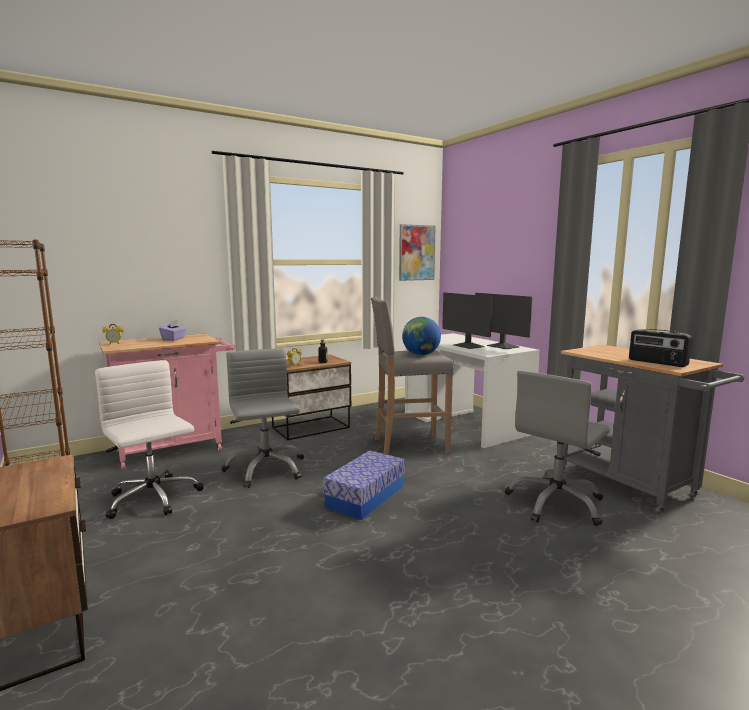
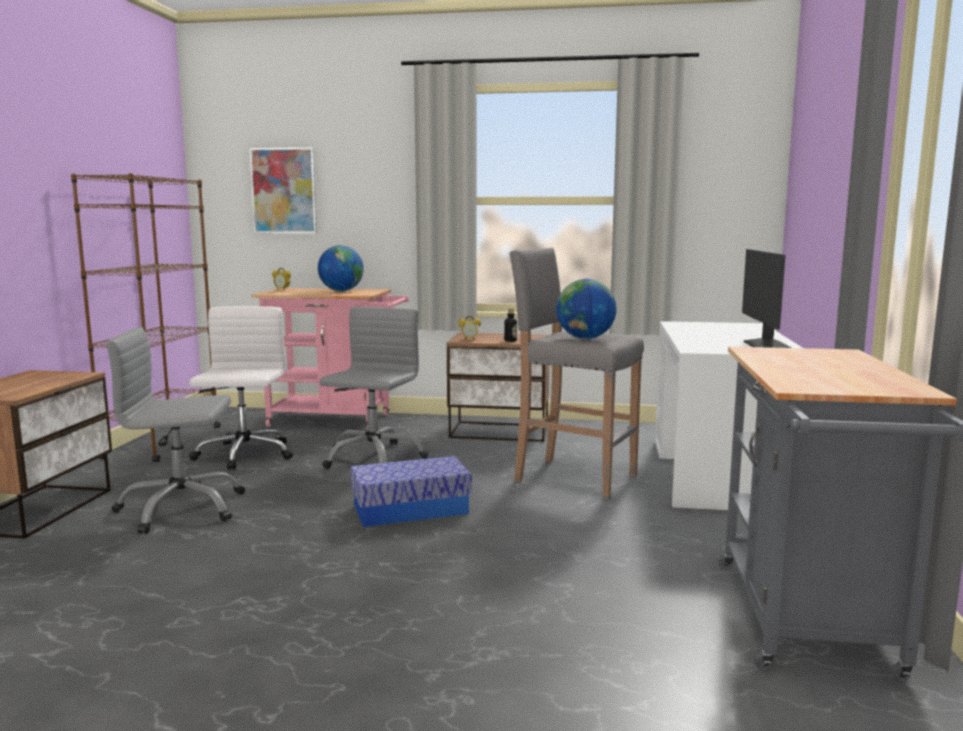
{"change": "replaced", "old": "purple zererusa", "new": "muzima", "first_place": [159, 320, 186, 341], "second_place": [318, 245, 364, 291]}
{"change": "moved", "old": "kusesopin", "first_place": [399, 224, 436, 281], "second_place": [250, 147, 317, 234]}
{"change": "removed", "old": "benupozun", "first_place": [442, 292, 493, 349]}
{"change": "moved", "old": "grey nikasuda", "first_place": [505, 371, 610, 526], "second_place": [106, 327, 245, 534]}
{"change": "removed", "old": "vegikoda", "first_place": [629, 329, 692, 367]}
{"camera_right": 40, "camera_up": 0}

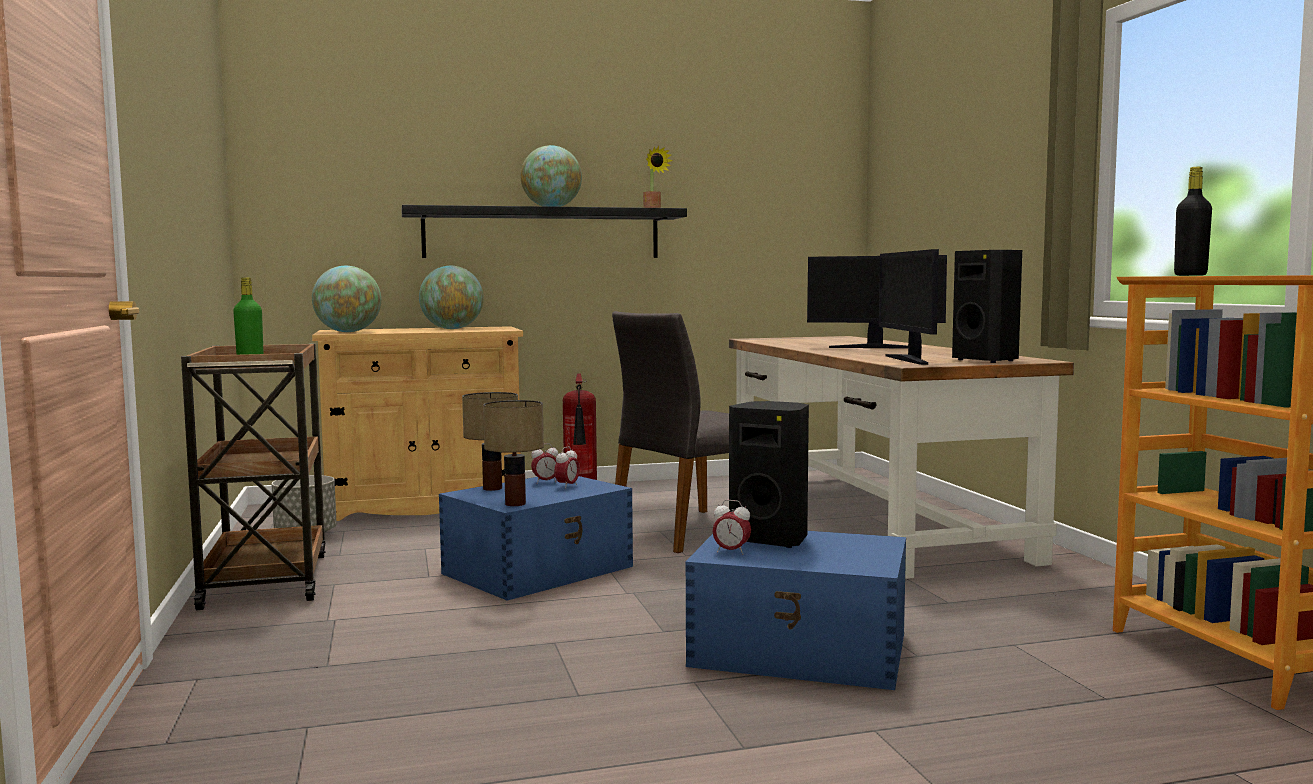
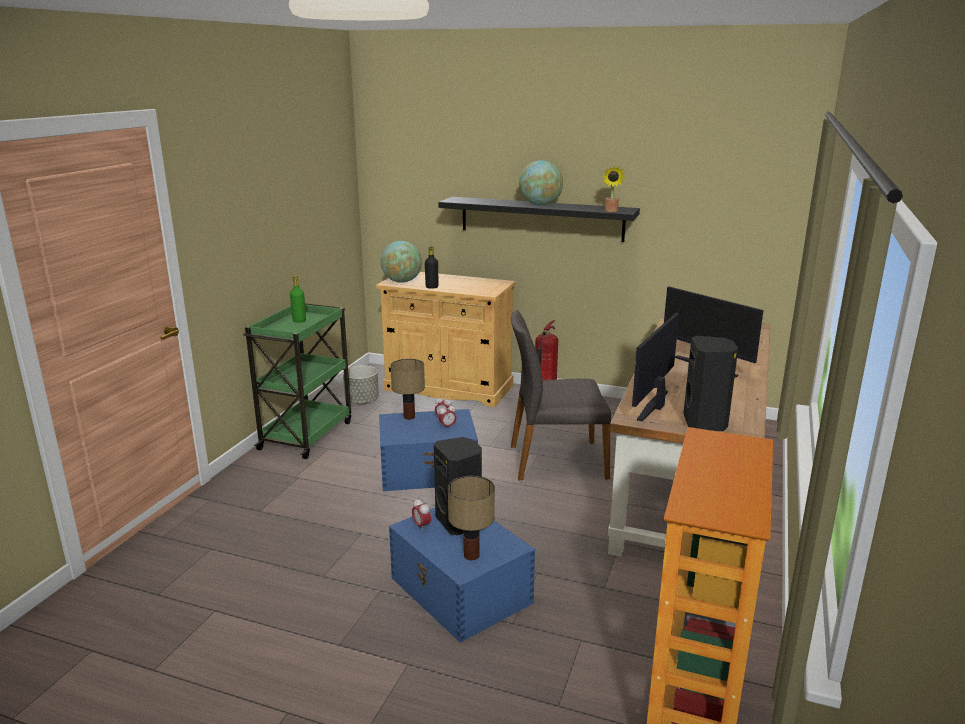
{"change": "recoloured", "old": "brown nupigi", "new": "green nupigi", "first_place": [181, 343, 326, 610], "second_place": [243, 303, 351, 459]}
{"change": "removed", "old": "muzima", "first_place": [419, 266, 483, 329]}
{"change": "moved", "old": "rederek", "first_place": [483, 400, 544, 506], "second_place": [448, 476, 495, 560]}
{"change": "moved", "old": "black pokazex", "first_place": [1174, 167, 1212, 276], "second_place": [425, 246, 438, 289]}
{"camera_right": 35, "camera_up": 15}

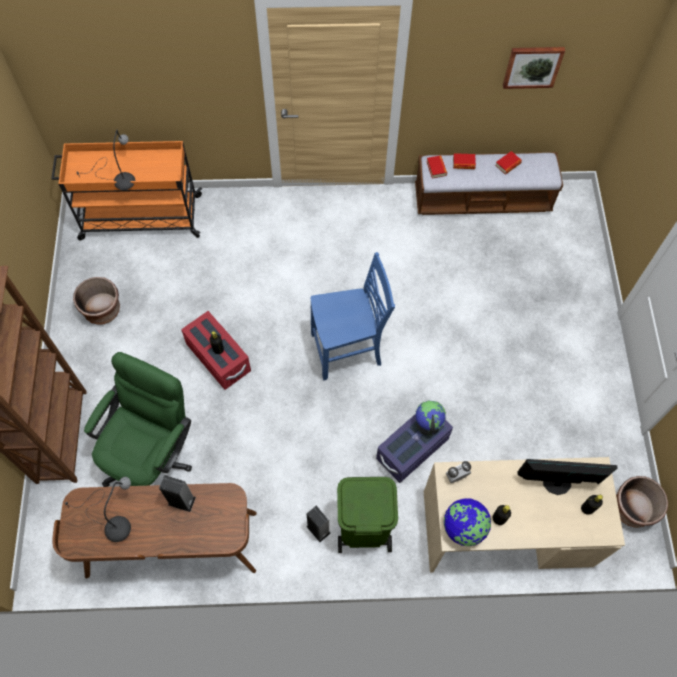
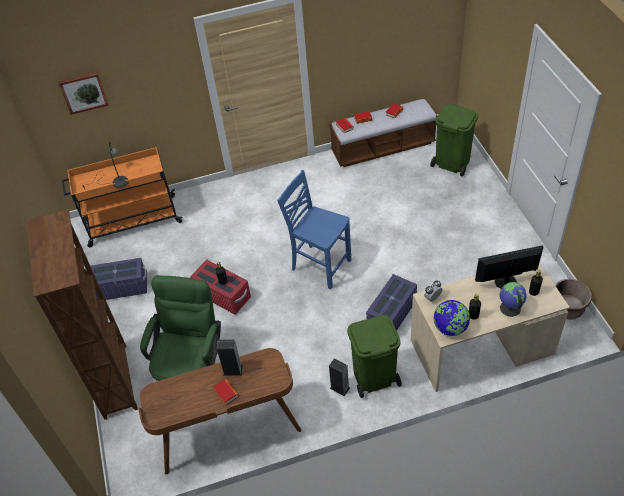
{"change": "removed", "old": "grey rederek", "first_place": [65, 477, 131, 542]}
{"change": "replaced", "old": "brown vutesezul", "new": "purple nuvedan", "first_place": [73, 277, 120, 324], "second_place": [91, 258, 147, 300]}
{"change": "turned", "old": "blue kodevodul", "first_place": [311, 252, 395, 380], "second_place": [277, 170, 351, 289], "degrees": -120}
{"change": "moved", "old": "muzima", "first_place": [415, 400, 446, 435], "second_place": [500, 282, 527, 317]}
{"change": "moved", "old": "kusesopin", "first_place": [503, 47, 565, 89], "second_place": [58, 72, 109, 115]}
{"change": "added", "new": "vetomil", "second_place": [213, 379, 238, 405]}
{"change": "added", "new": "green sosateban", "second_place": [430, 104, 478, 177]}
{"camera_right": -10, "camera_up": -15}

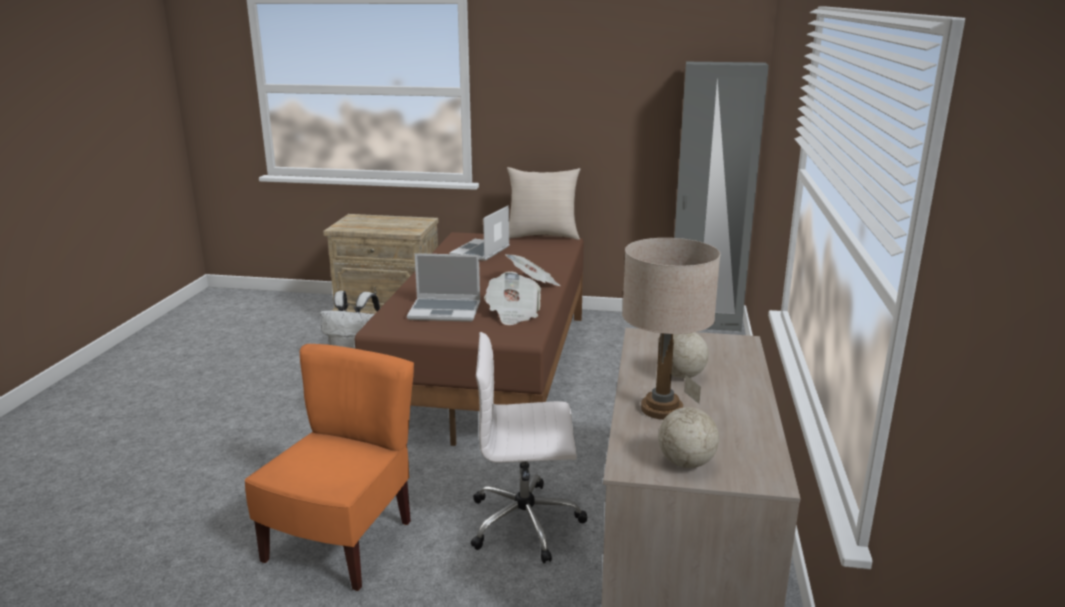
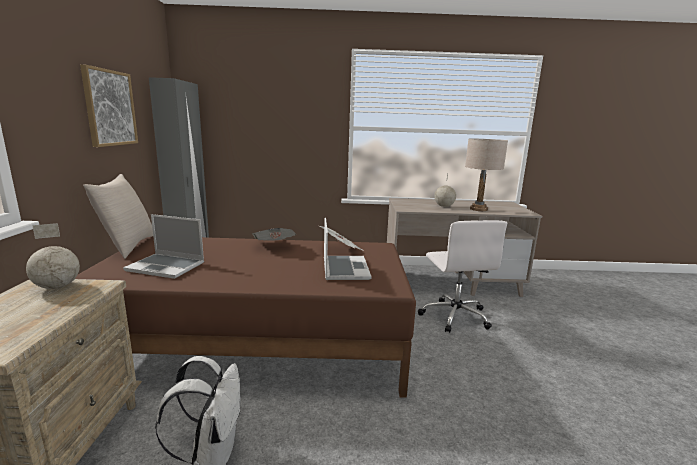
{"change": "removed", "old": "orange kodevodul", "first_place": [245, 344, 414, 591]}
{"change": "moved", "old": "muzima", "first_place": [658, 375, 719, 468], "second_place": [26, 223, 80, 289]}
{"change": "added", "new": "kusesopin", "second_place": [80, 64, 138, 147]}
{"camera_right": -100, "camera_up": -5}

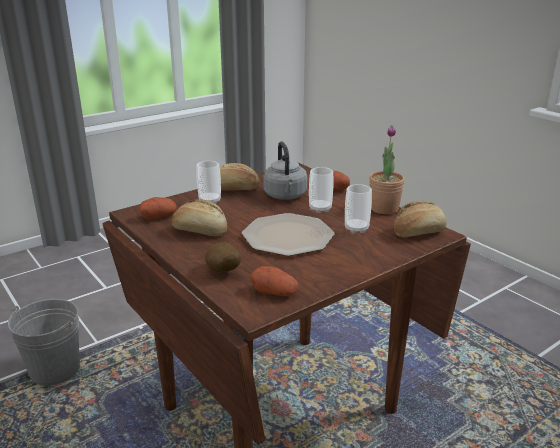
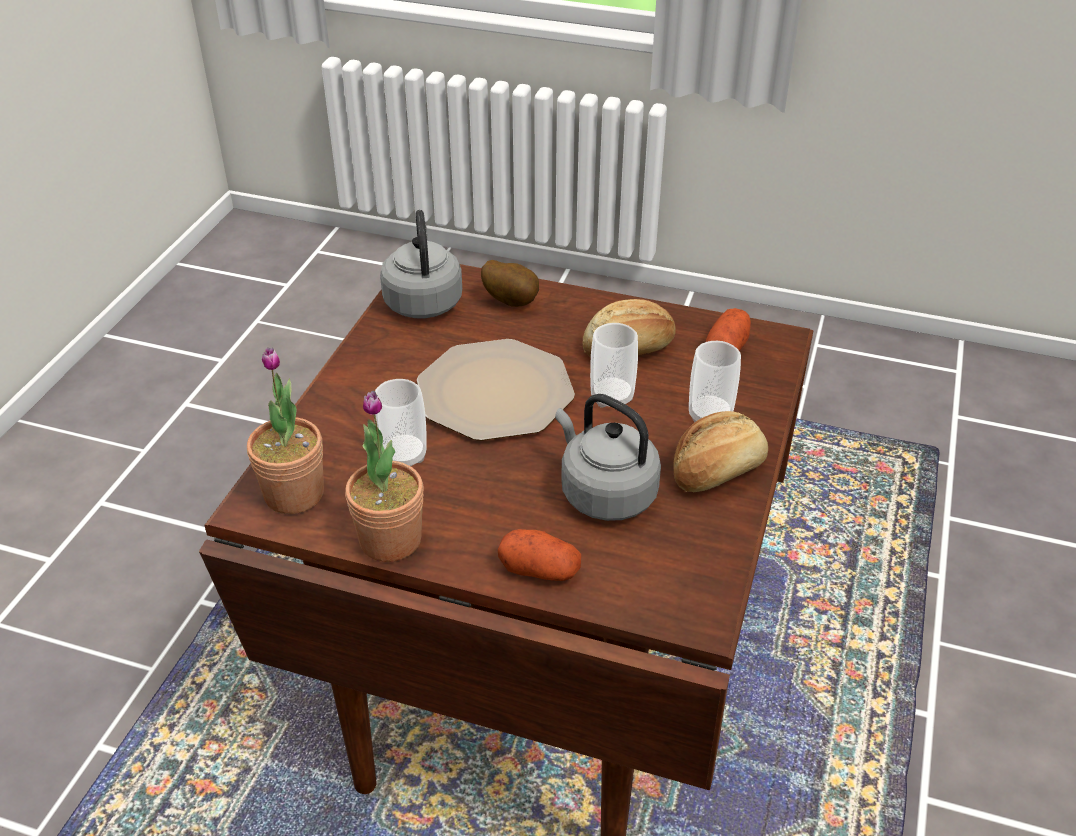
{"change": "removed", "old": "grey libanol", "first_place": [8, 299, 80, 386]}
{"change": "replaced", "old": "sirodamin", "new": "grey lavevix", "first_place": [251, 266, 298, 296], "second_place": [380, 210, 462, 318]}
{"change": "moved", "old": "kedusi", "first_place": [309, 167, 334, 213], "second_place": [590, 323, 638, 407]}
{"change": "replaced", "old": "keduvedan", "new": "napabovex", "first_place": [394, 201, 447, 237], "second_place": [247, 347, 324, 514]}
{"camera_right": 145, "camera_up": 15}

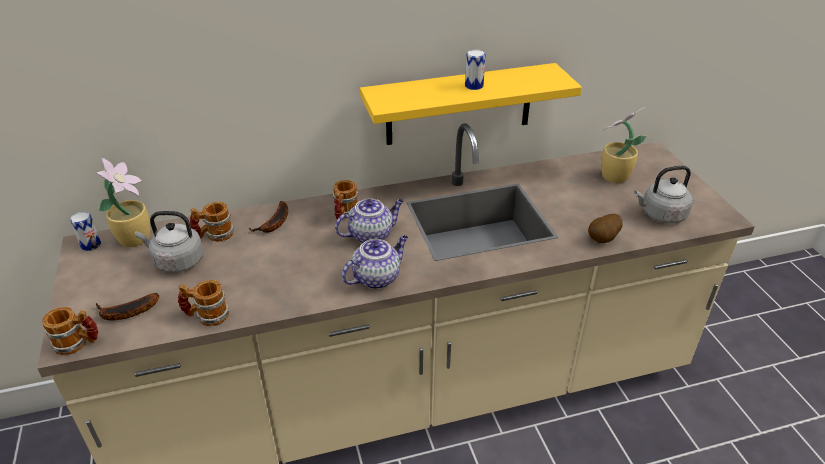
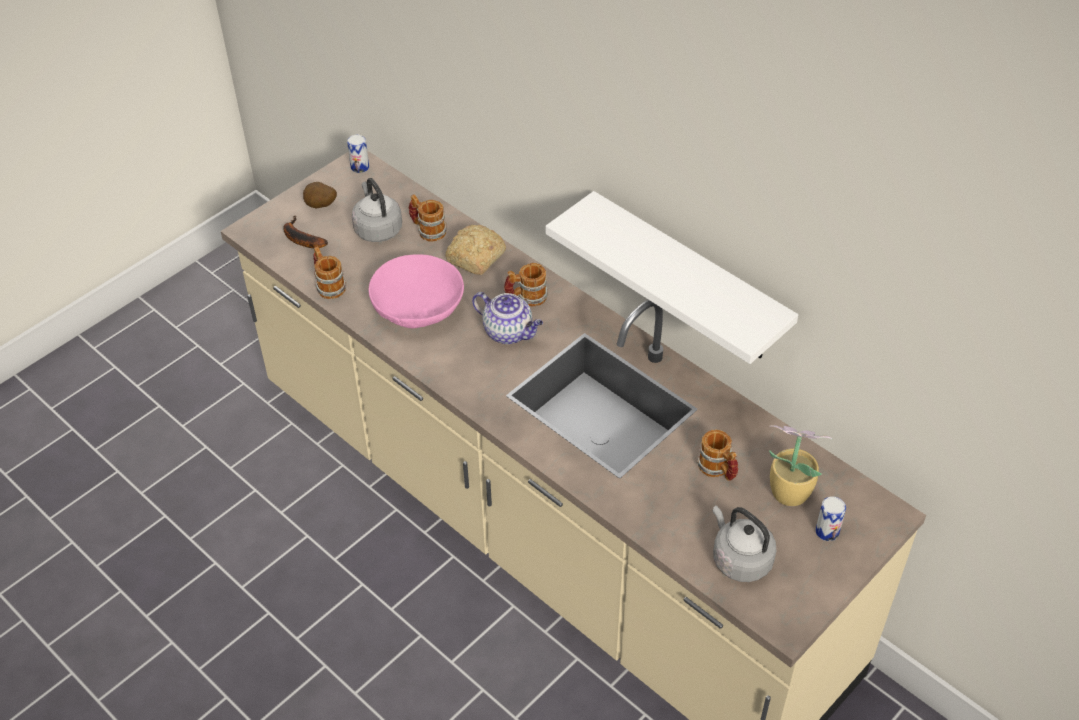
{"change": "moved", "old": "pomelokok", "first_place": [42, 307, 99, 355], "second_place": [697, 430, 738, 481]}
{"change": "removed", "old": "napabovex", "first_place": [96, 158, 150, 247]}
{"change": "replaced", "old": "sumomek", "new": "keduvedan", "first_place": [249, 201, 288, 233], "second_place": [445, 225, 506, 275]}
{"change": "removed", "old": "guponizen", "first_place": [341, 235, 408, 289]}
{"change": "recoloured", "old": "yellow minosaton", "new": "white minosaton", "first_place": [360, 63, 582, 145], "second_place": [546, 191, 798, 364]}
{"change": "moved", "old": "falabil", "first_place": [465, 50, 486, 90], "second_place": [815, 496, 846, 541]}
{"change": "moved", "old": "sirodamin", "first_place": [588, 214, 622, 243], "second_place": [303, 182, 337, 208]}
{"change": "added", "new": "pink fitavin", "second_place": [369, 254, 464, 328]}
{"camera_right": 60, "camera_up": 10}

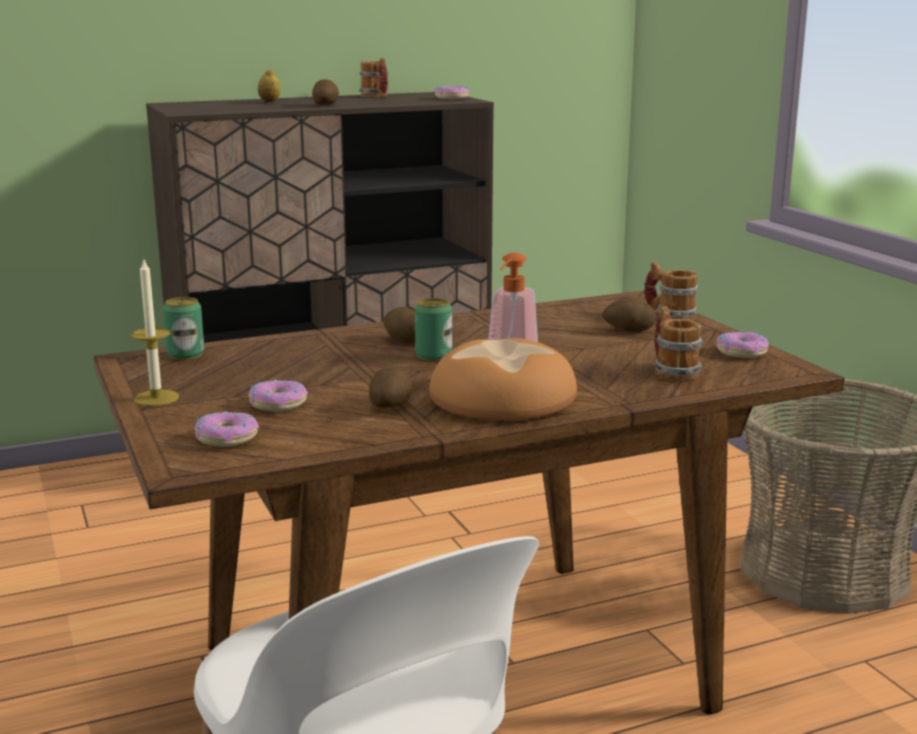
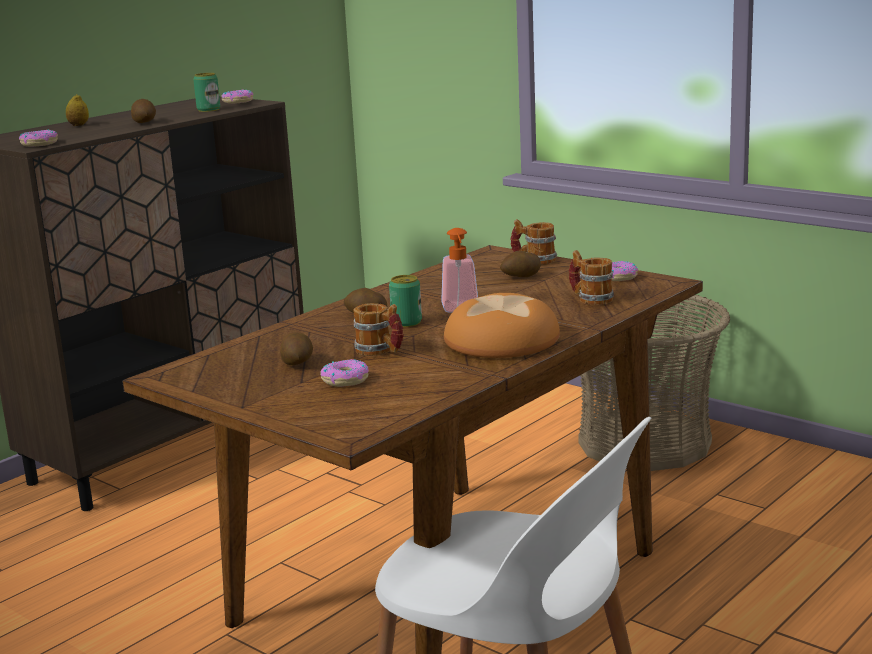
{"change": "removed", "old": "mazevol", "first_place": [131, 257, 179, 406]}
{"change": "moved", "old": "falabil", "first_place": [163, 297, 204, 360], "second_place": [193, 73, 220, 112]}
{"change": "moved", "old": "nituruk", "first_place": [195, 411, 259, 447], "second_place": [19, 130, 58, 147]}
{"change": "moved", "old": "pomelokok", "first_place": [359, 57, 389, 97], "second_place": [353, 303, 404, 356]}
{"change": "moved", "old": "sirodamin", "first_place": [369, 367, 412, 408], "second_place": [280, 332, 313, 365]}
{"camera_right": -25, "camera_up": 0}

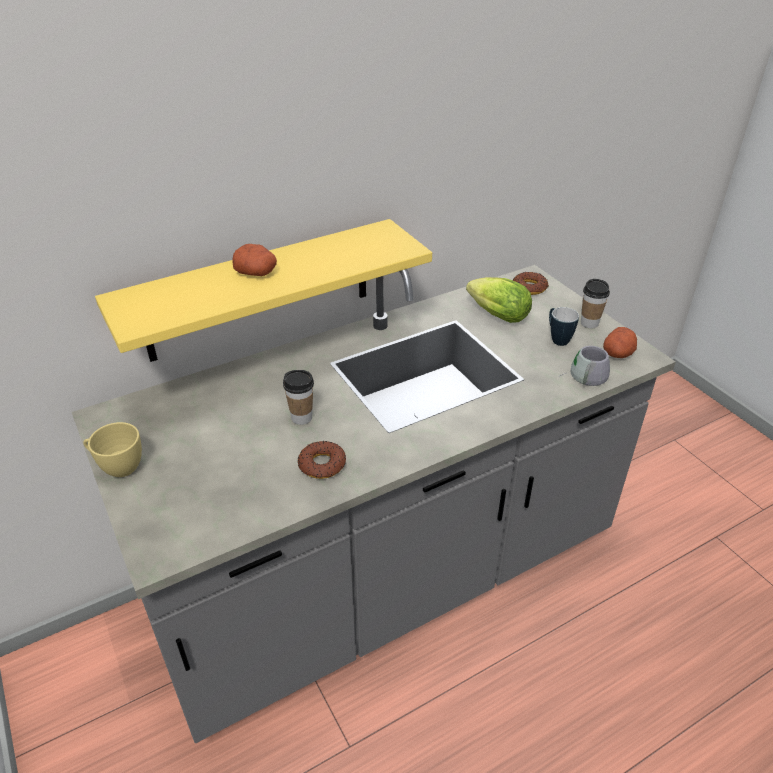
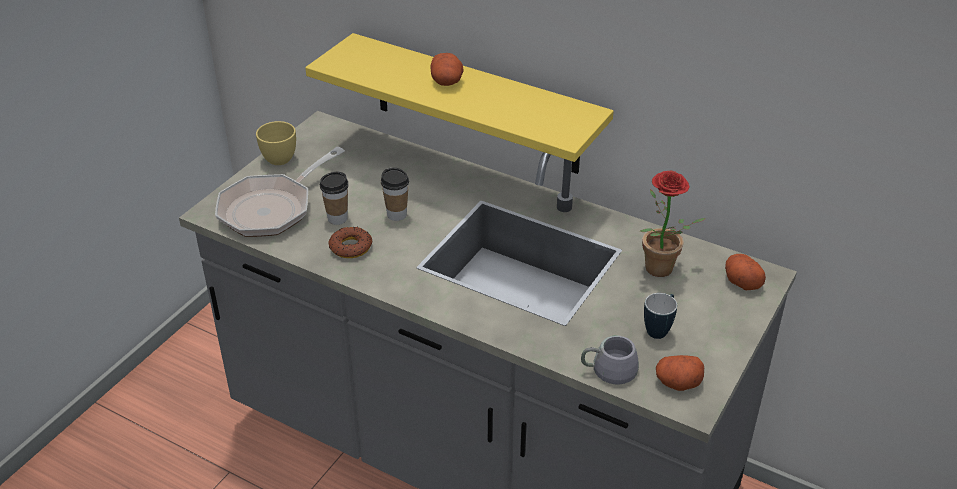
{"change": "replaced", "old": "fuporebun", "new": "napabovex", "first_place": [466, 277, 532, 323], "second_place": [640, 171, 705, 277]}
{"change": "replaced", "old": "nituruk", "new": "sirodamin", "first_place": [513, 272, 549, 295], "second_place": [725, 254, 766, 290]}
{"change": "moved", "old": "kedusi", "first_place": [581, 279, 610, 328], "second_place": [320, 172, 348, 225]}
{"change": "added", "new": "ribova", "second_place": [215, 147, 345, 237]}
{"camera_right": 60, "camera_up": 0}

